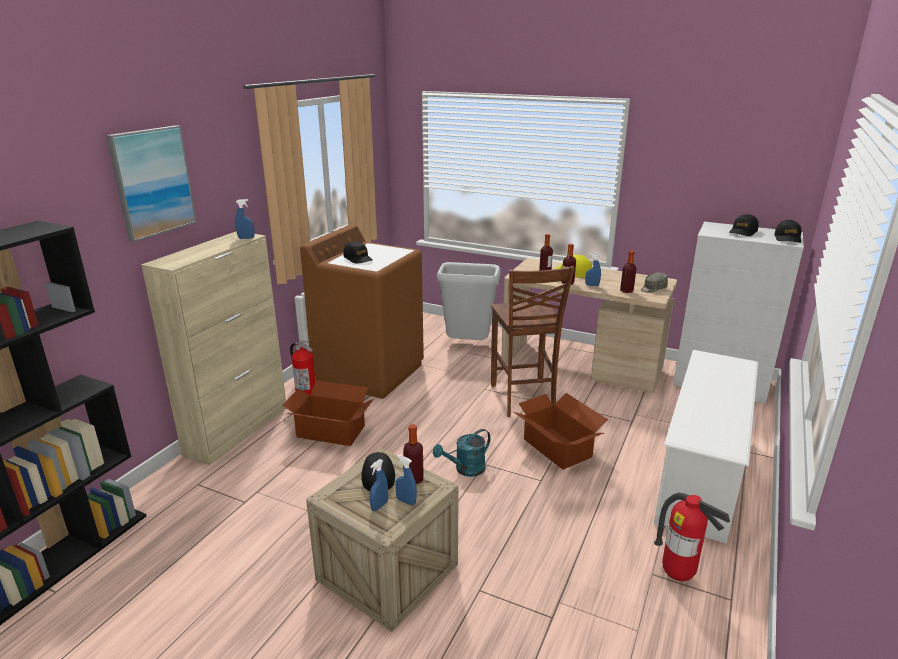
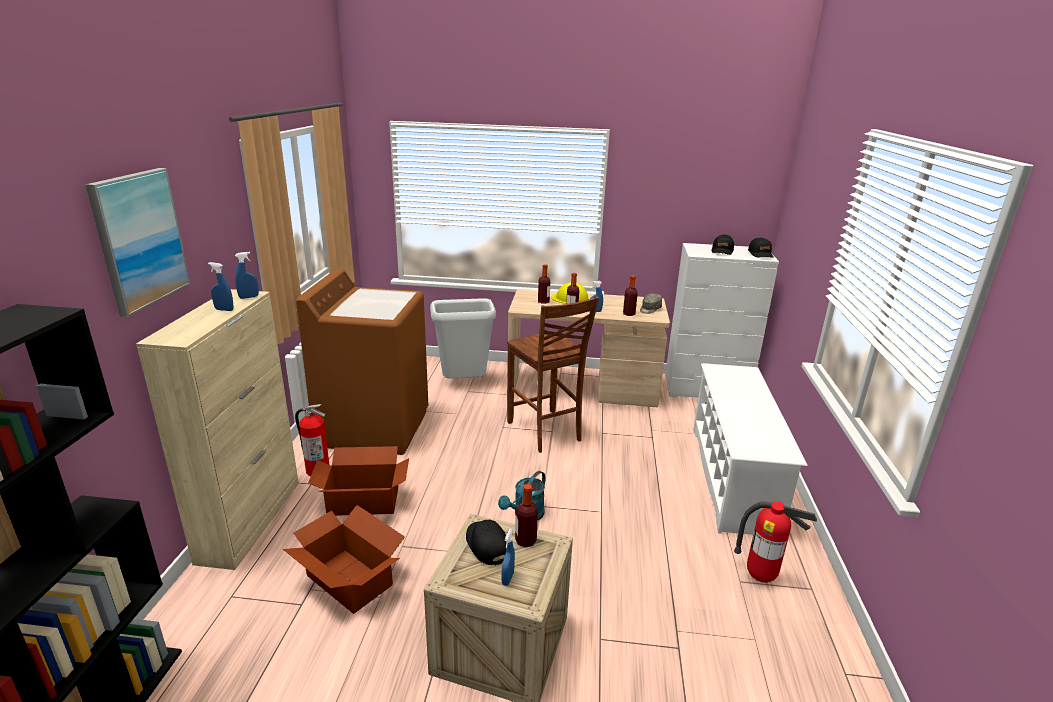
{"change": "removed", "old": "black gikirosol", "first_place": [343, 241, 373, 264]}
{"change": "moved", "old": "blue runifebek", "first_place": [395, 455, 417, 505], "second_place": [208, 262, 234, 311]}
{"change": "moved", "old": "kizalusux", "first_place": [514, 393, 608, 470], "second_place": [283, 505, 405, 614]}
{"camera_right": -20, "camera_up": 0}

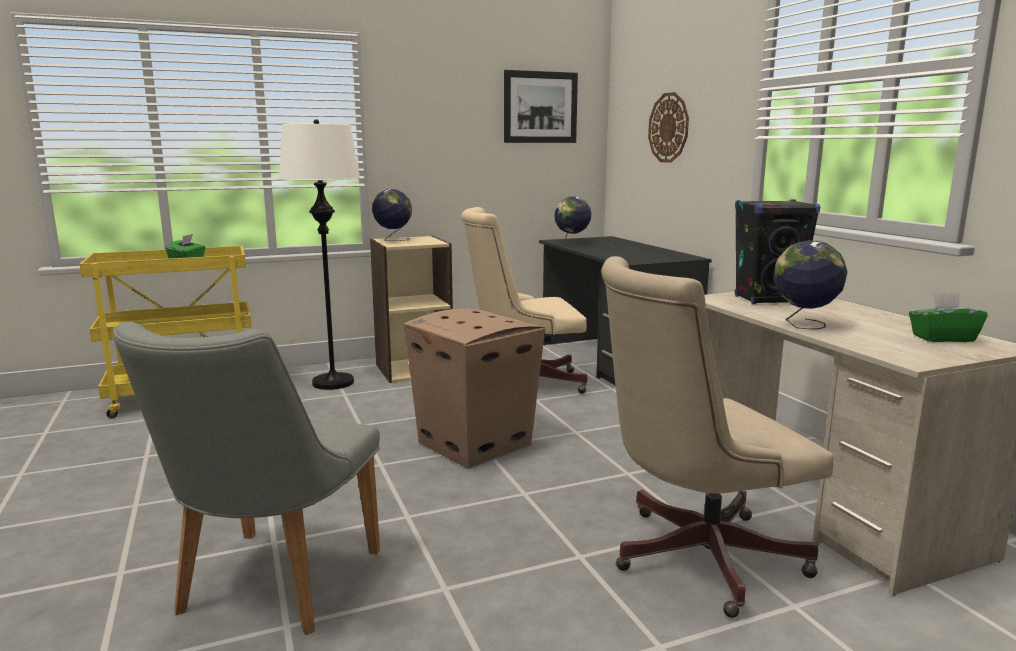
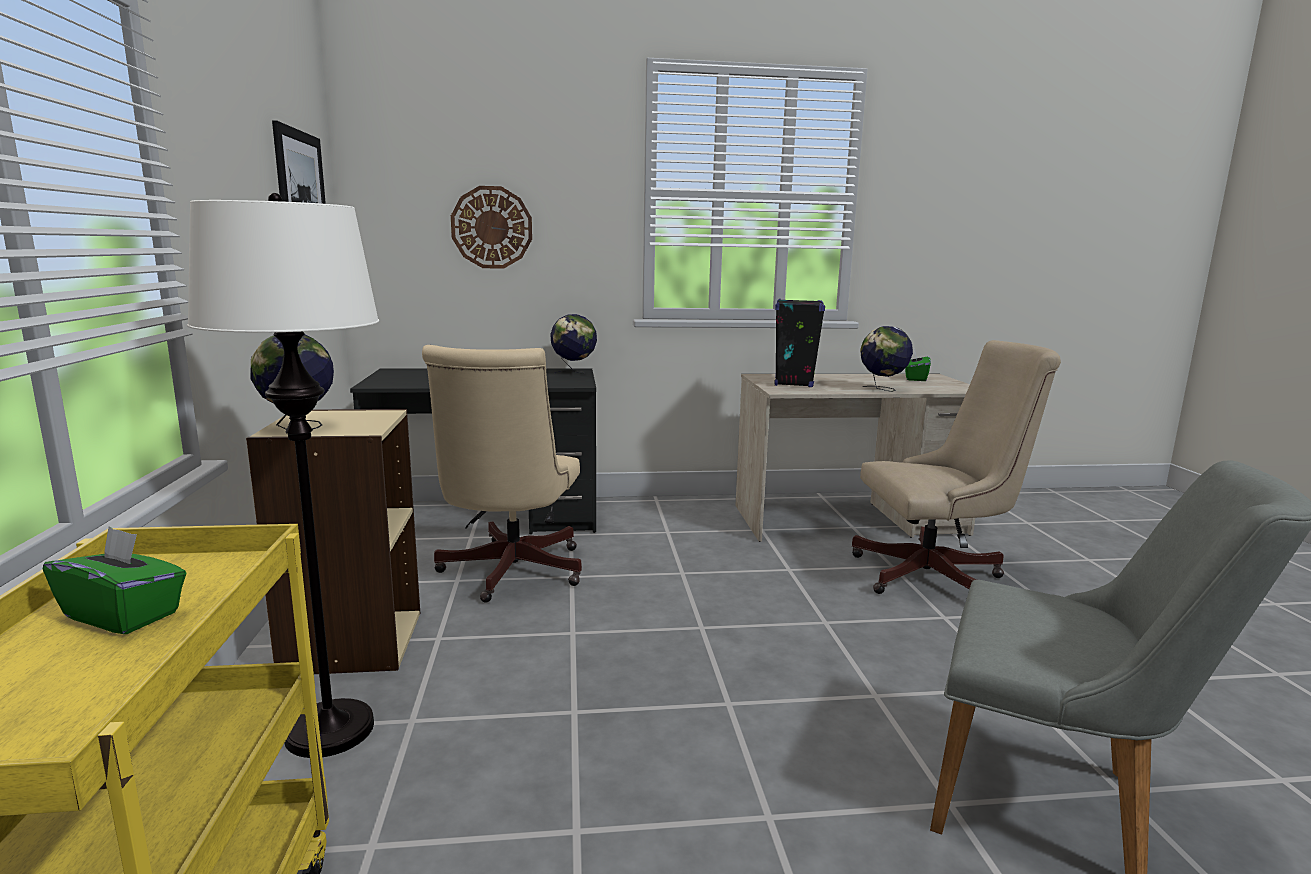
{"change": "removed", "old": "kizalusux", "first_place": [404, 308, 546, 469]}
{"change": "moved", "old": "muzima", "first_place": [555, 197, 591, 245], "second_place": [550, 314, 597, 374]}
{"change": "turned", "old": "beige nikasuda", "first_place": [601, 256, 833, 618], "second_place": [852, 340, 1061, 594], "degrees": -90}
{"camera_right": -75, "camera_up": 0}

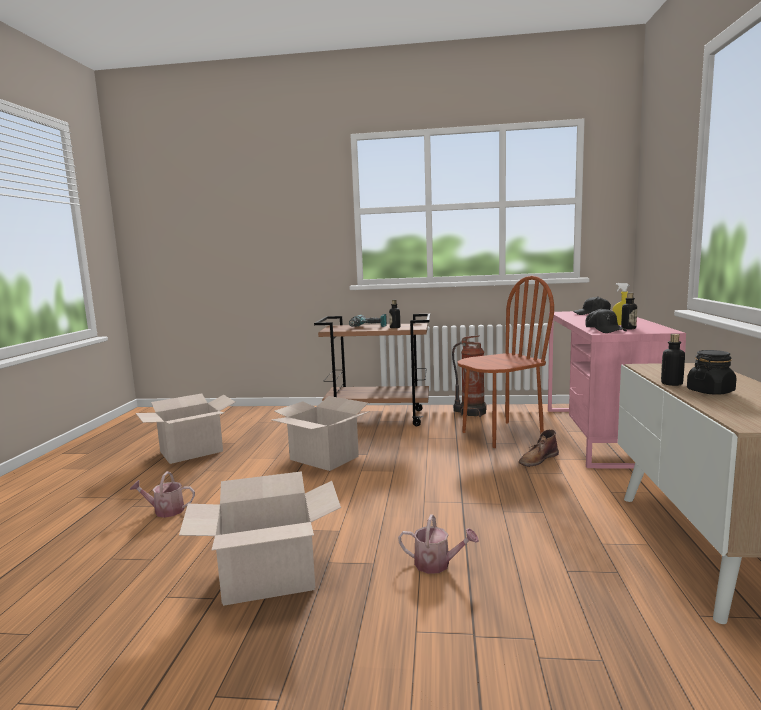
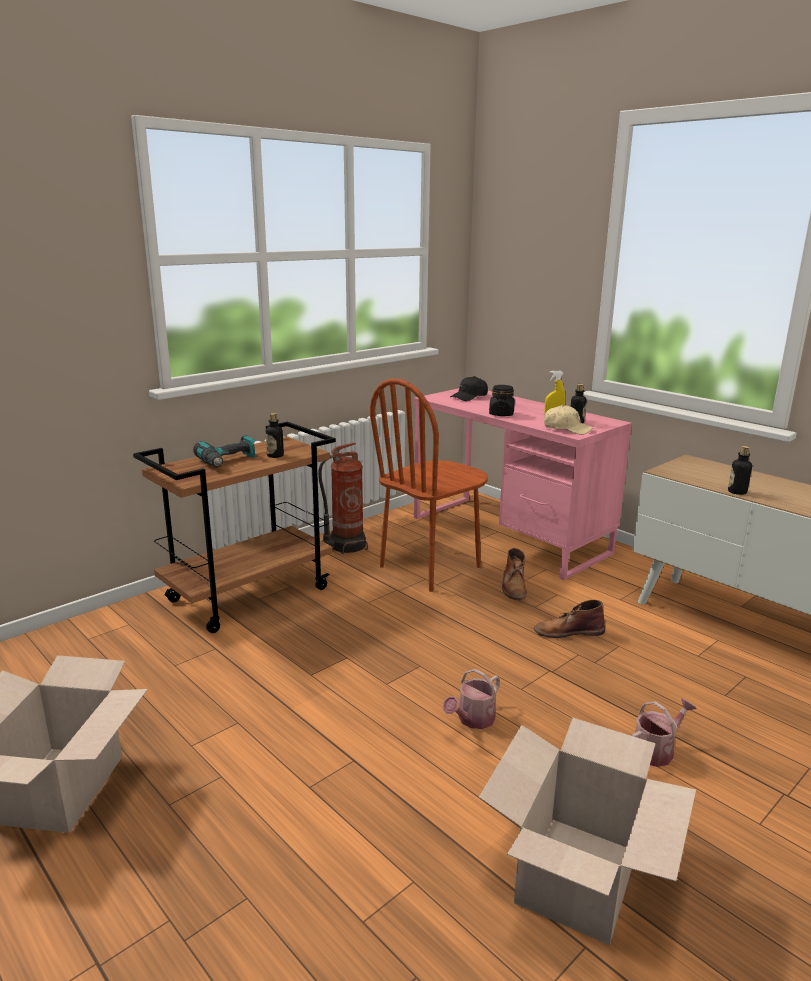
{"change": "moved", "old": "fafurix", "first_place": [129, 471, 195, 518], "second_place": [443, 669, 500, 729]}
{"change": "removed", "old": "kizalusux", "first_place": [272, 396, 370, 471]}
{"change": "turned", "old": "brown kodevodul", "first_place": [458, 276, 554, 448], "second_place": [370, 378, 488, 592], "degrees": -150}
{"change": "recoloured", "old": "black gikirosol", "new": "beige gikirosol", "first_place": [585, 308, 627, 333], "second_place": [544, 405, 593, 435]}
{"change": "moved", "old": "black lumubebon", "first_place": [687, 350, 736, 395], "second_place": [489, 385, 515, 416]}
{"change": "added", "new": "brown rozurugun", "second_place": [534, 600, 605, 638]}
{"camera_right": -50, "camera_up": 10}

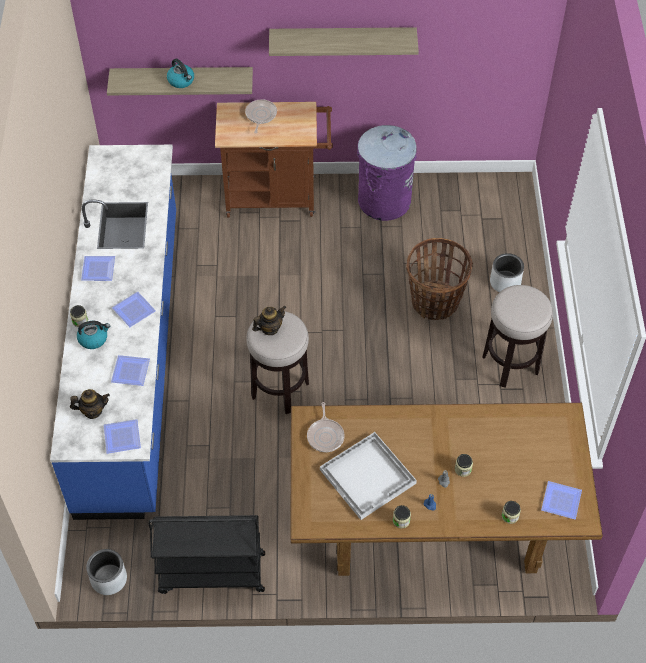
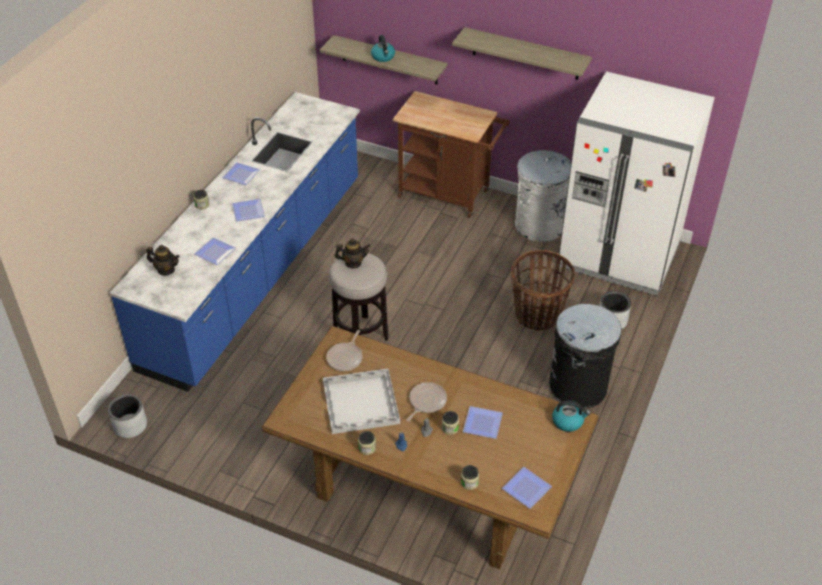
{"change": "moved", "old": "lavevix", "first_place": [77, 321, 110, 349], "second_place": [552, 401, 590, 432]}
{"change": "moved", "old": "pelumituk", "first_place": [104, 419, 141, 454], "second_place": [463, 406, 503, 439]}
{"change": "removed", "old": "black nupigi", "first_place": [149, 515, 265, 594]}
{"change": "moved", "old": "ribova", "first_place": [245, 99, 277, 133], "second_place": [406, 382, 447, 422]}
{"change": "recoloured", "old": "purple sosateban", "new": "white sosateban", "first_place": [357, 125, 417, 221], "second_place": [515, 150, 571, 242]}
{"change": "replaced", "old": "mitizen", "new": "black sosateban", "first_place": [482, 285, 553, 388], "second_place": [549, 304, 622, 409]}
{"change": "added", "new": "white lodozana", "second_place": [559, 71, 715, 296]}
{"camera_right": 25, "camera_up": -10}

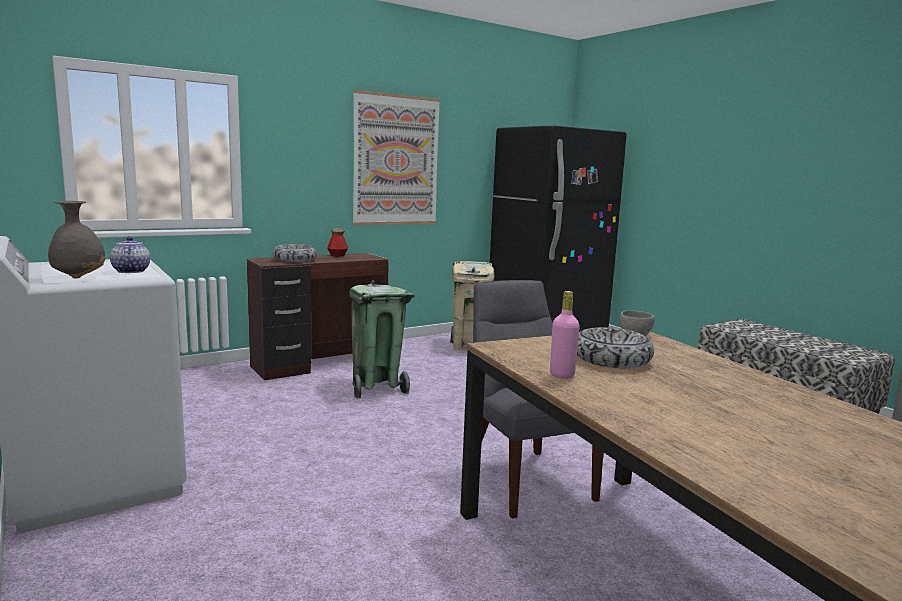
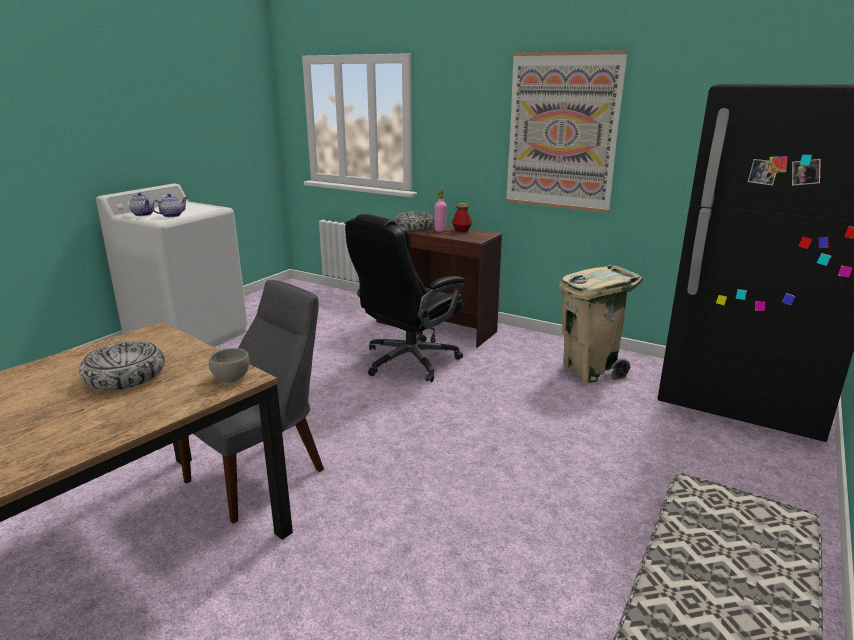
{"change": "replaced", "old": "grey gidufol", "new": "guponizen", "first_place": [48, 201, 106, 278], "second_place": [129, 193, 154, 216]}
{"change": "replaced", "old": "green sosateban", "new": "black nikasuda", "first_place": [349, 280, 415, 399], "second_place": [345, 214, 465, 382]}
{"change": "moved", "old": "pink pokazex", "first_place": [550, 291, 580, 379], "second_place": [434, 190, 447, 232]}
{"camera_right": 65, "camera_up": 10}

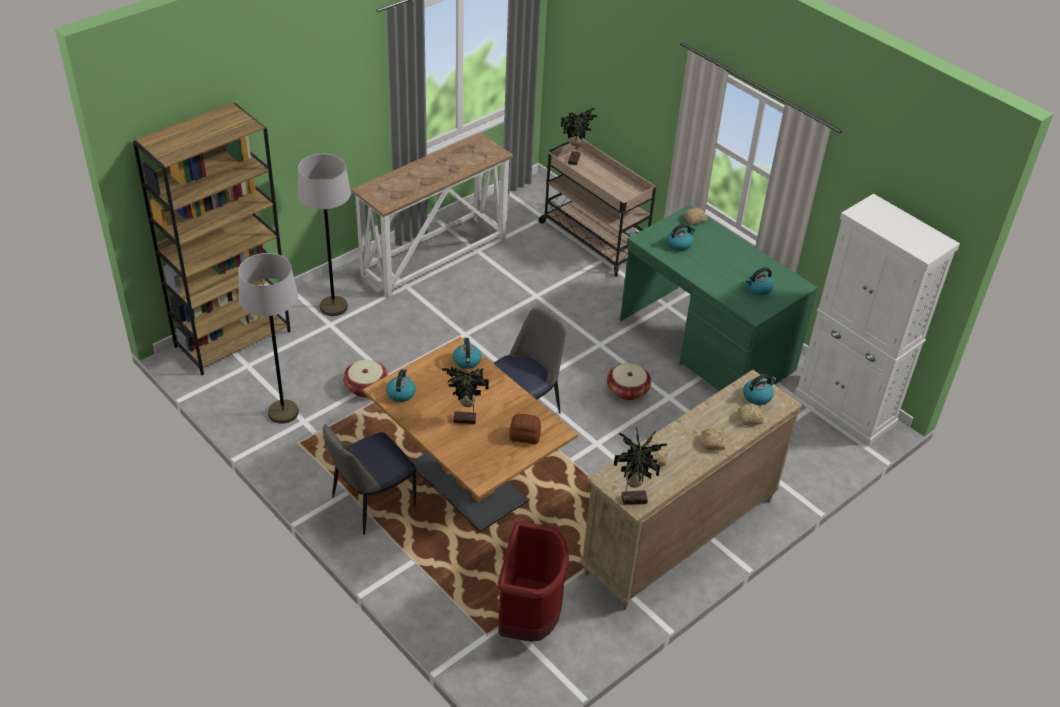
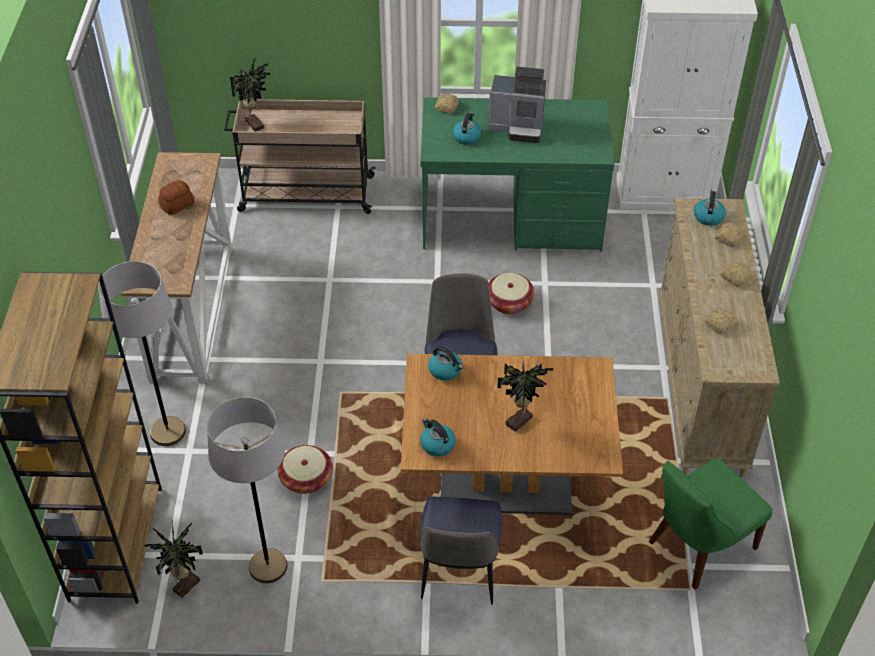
{"change": "replaced", "old": "red sosateban", "new": "green kodevodul", "first_place": [498, 521, 569, 641], "second_place": [649, 457, 773, 590]}
{"change": "moved", "old": "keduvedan", "first_place": [509, 414, 541, 444], "second_place": [158, 180, 194, 215]}
{"change": "moved", "old": "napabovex", "first_place": [614, 426, 667, 505], "second_place": [144, 522, 203, 598]}
{"change": "removed", "old": "lavevix", "first_place": [746, 268, 774, 295]}
{"change": "added", "new": "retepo", "second_place": [488, 67, 546, 143]}
{"camera_right": -45, "camera_up": 5}

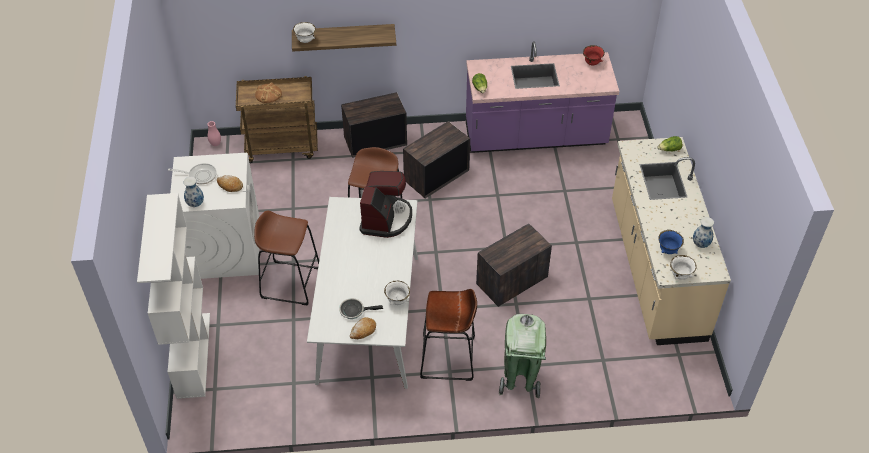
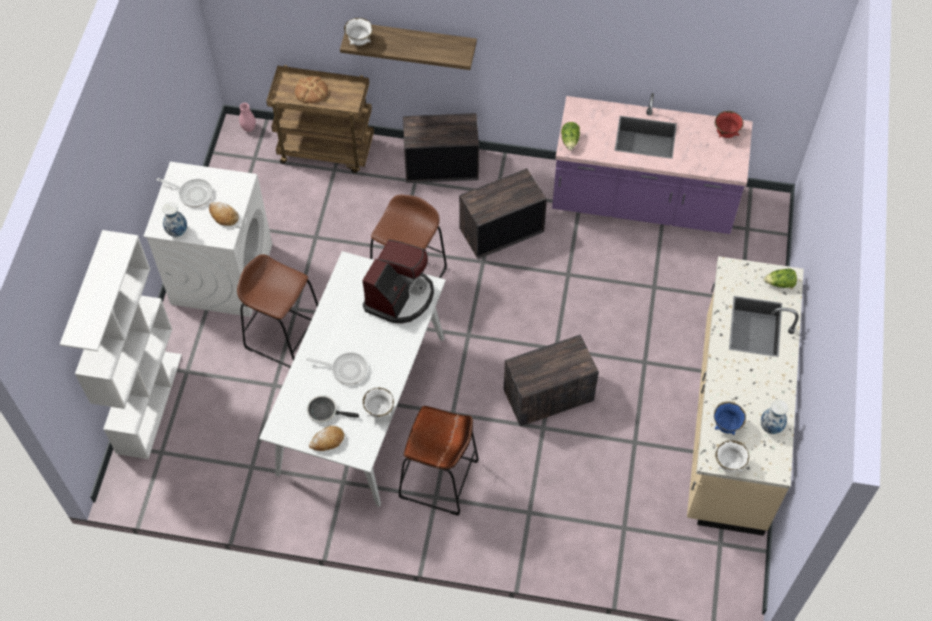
{"change": "removed", "old": "green sosateban", "first_place": [499, 314, 546, 398]}
{"change": "added", "new": "ribova", "second_place": [306, 352, 368, 385]}
{"camera_right": 15, "camera_up": 10}

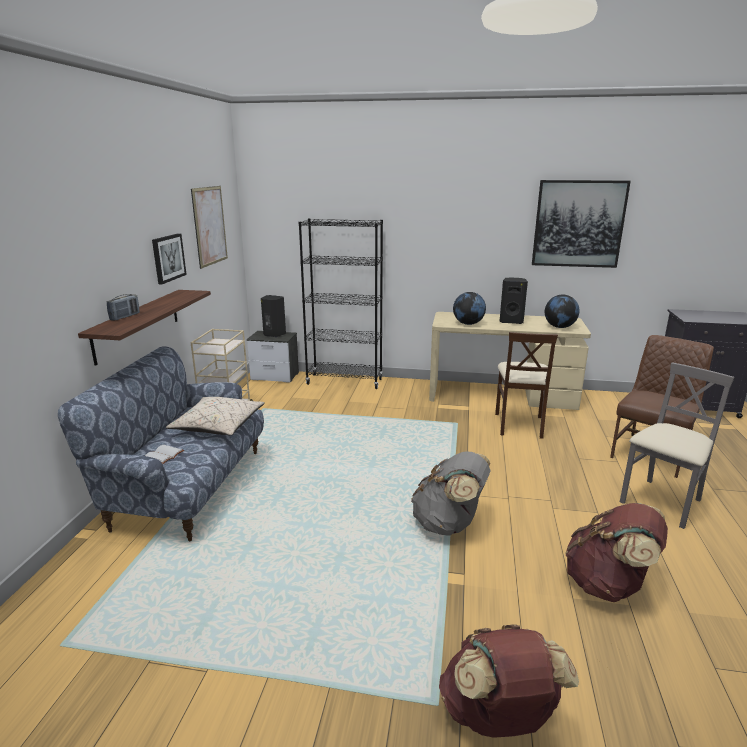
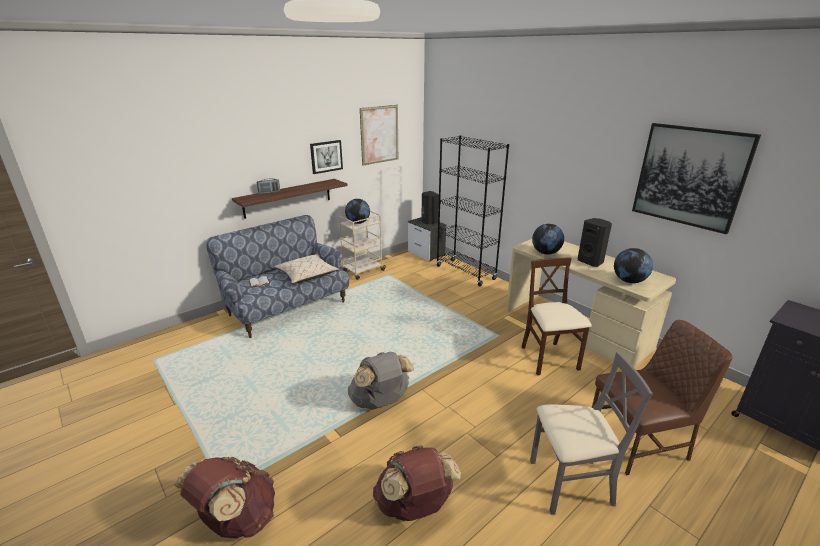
{"change": "turned", "old": "beige kodevodul", "first_place": [495, 332, 558, 439], "second_place": [522, 258, 592, 376], "degrees": 120}
{"change": "added", "new": "muzima", "second_place": [345, 199, 370, 224]}
{"camera_right": 40, "camera_up": 5}

